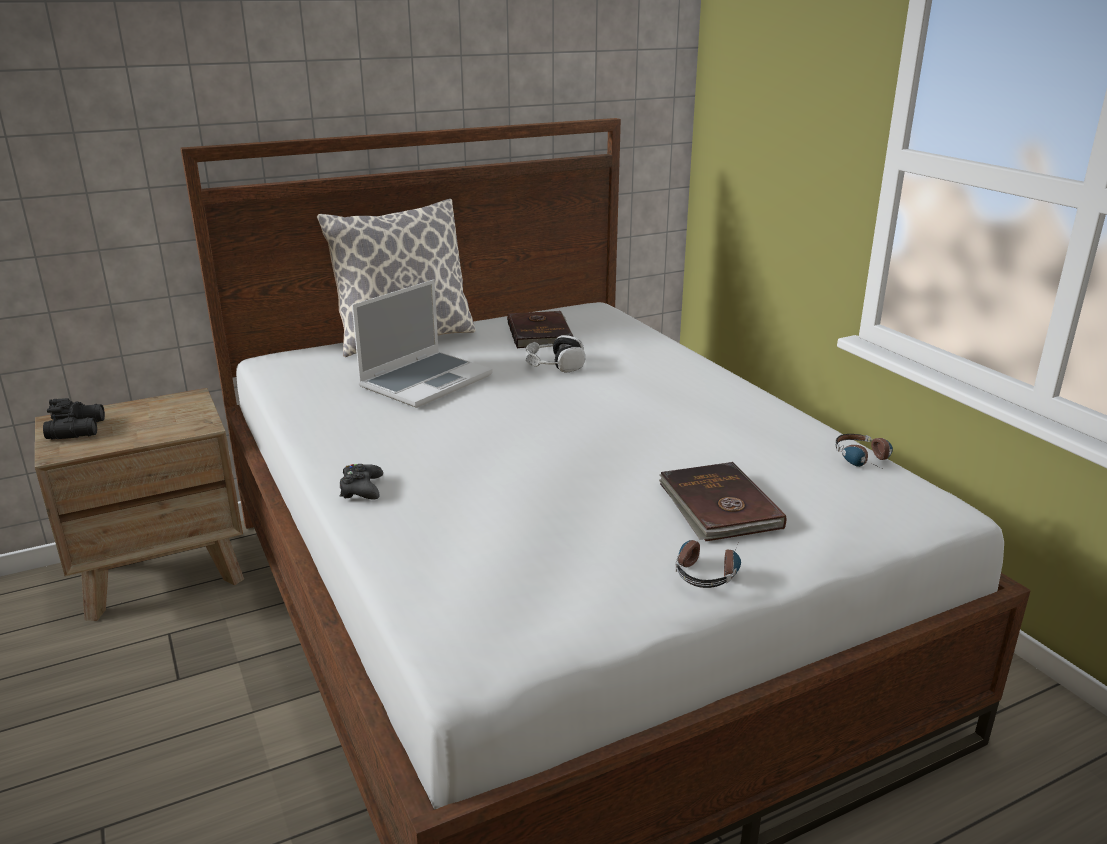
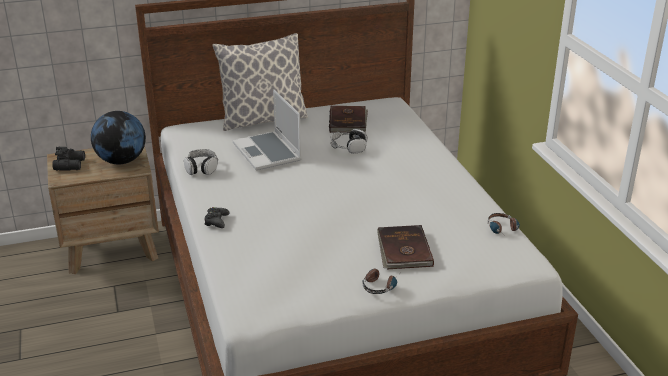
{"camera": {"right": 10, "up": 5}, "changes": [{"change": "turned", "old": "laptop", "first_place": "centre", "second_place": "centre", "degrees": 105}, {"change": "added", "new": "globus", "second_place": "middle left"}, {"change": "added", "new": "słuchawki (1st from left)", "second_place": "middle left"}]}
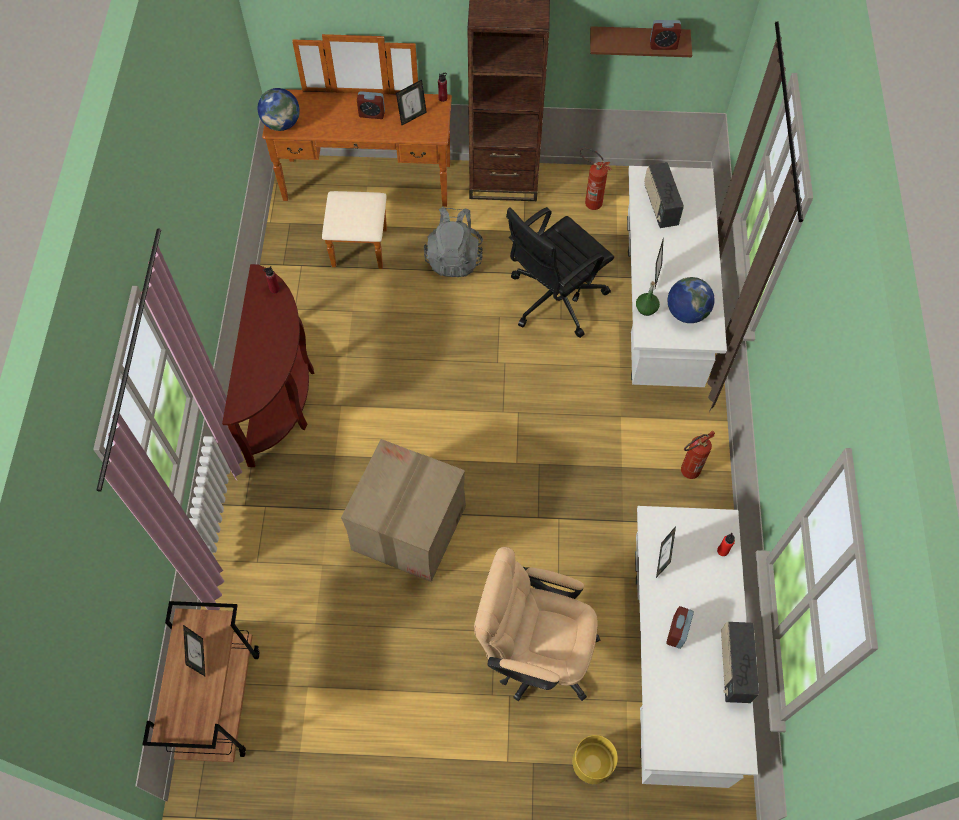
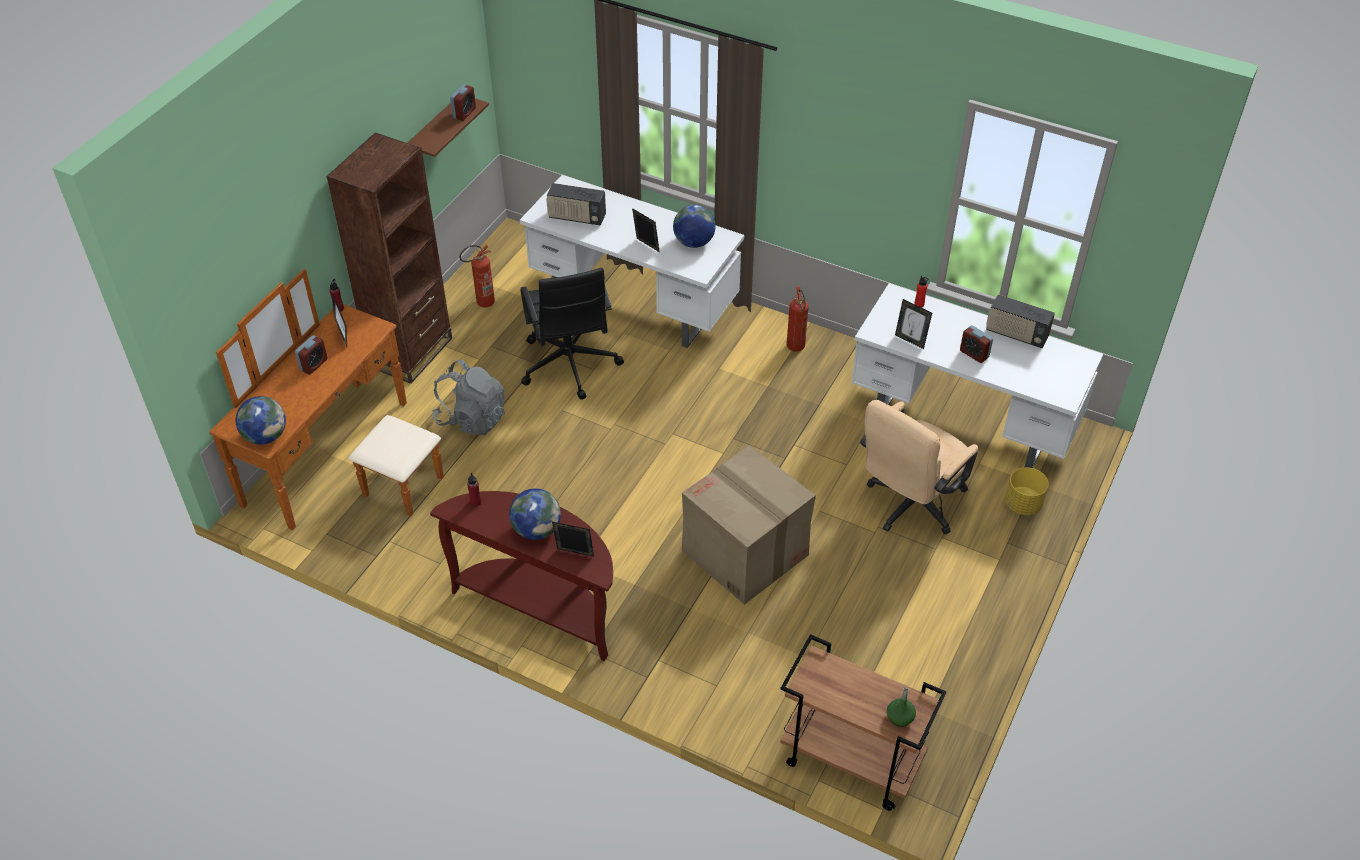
{"camera": {"right": -65, "up": -15}, "changes": [{"change": "moved", "old": "ramka na zdjęcie (1st from left in the first image)", "new": "ramka na zdjęcie (2nd from left)", "first_place": "bottom left", "second_place": "centre"}, {"change": "moved", "old": "butelka/zielony", "first_place": "middle right", "second_place": "bottom centre"}, {"change": "added", "new": "globus (2nd from left)", "second_place": "centre"}]}
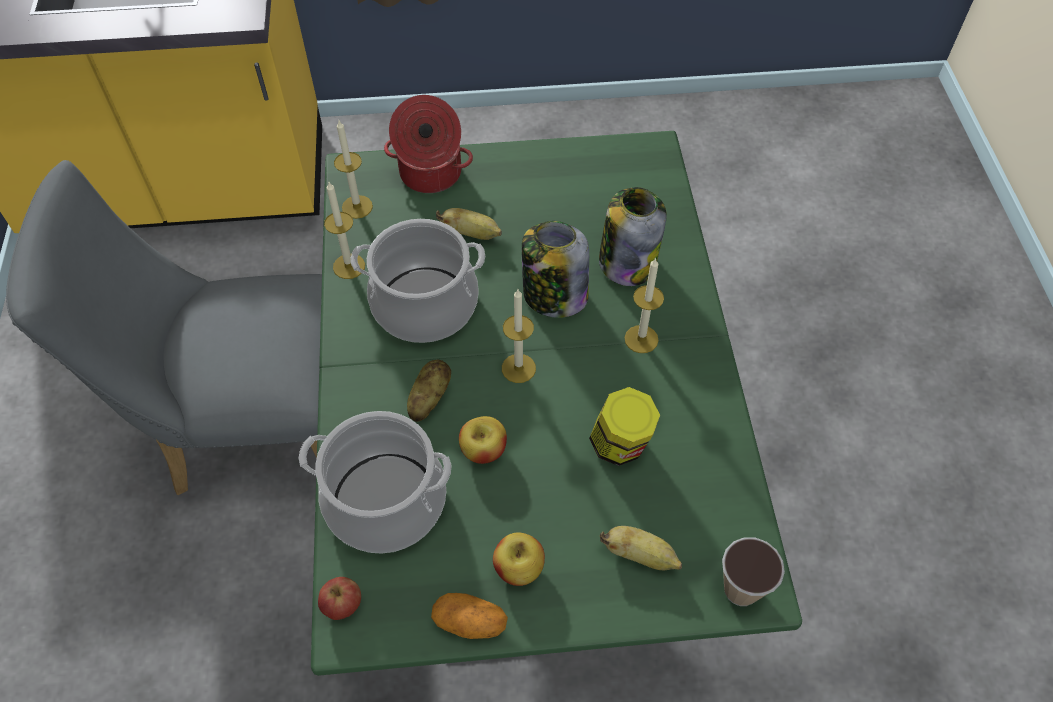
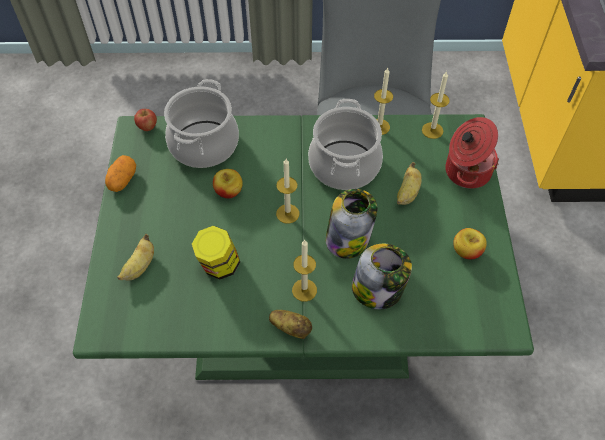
{"camera": {"right": 95, "up": 0}, "changes": [{"change": "moved", "old": "ziemniak (1st from left in the first image)", "new": "ziemniak (2nd from left)", "first_place": "centre", "second_place": "bottom centre"}, {"change": "moved", "old": "jabłko (3rd from left)", "first_place": "bottom centre", "second_place": "middle right"}, {"change": "removed", "old": "filiżanka", "first_place": "bottom right"}]}
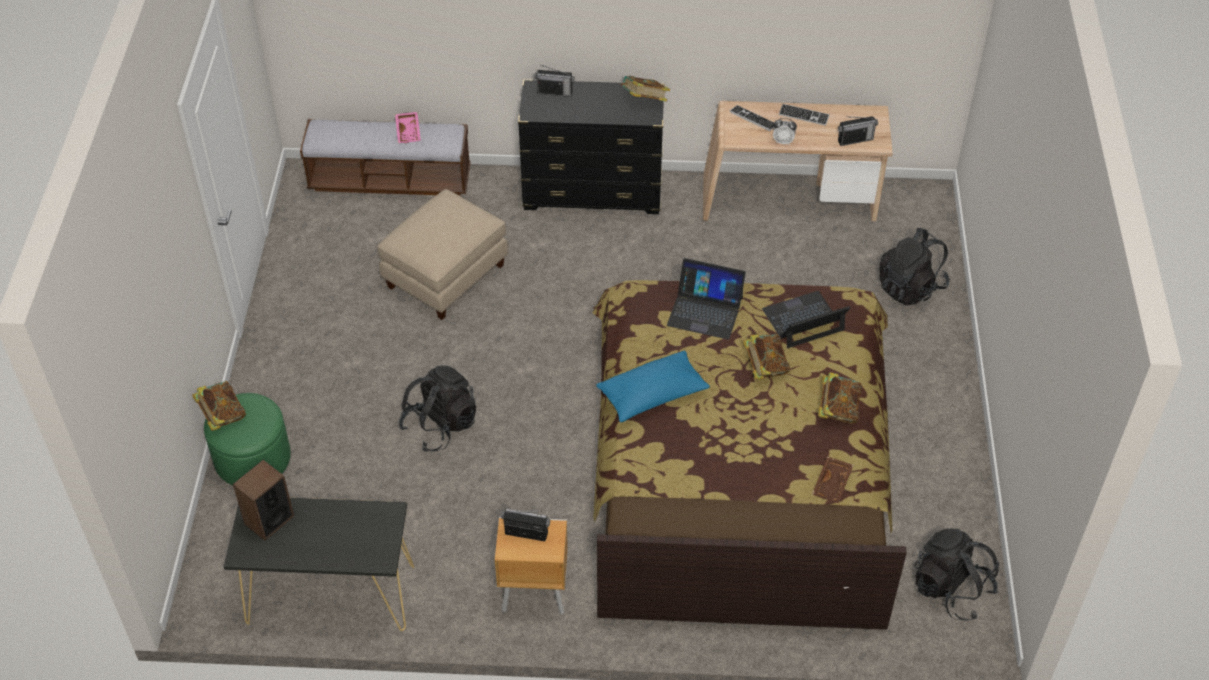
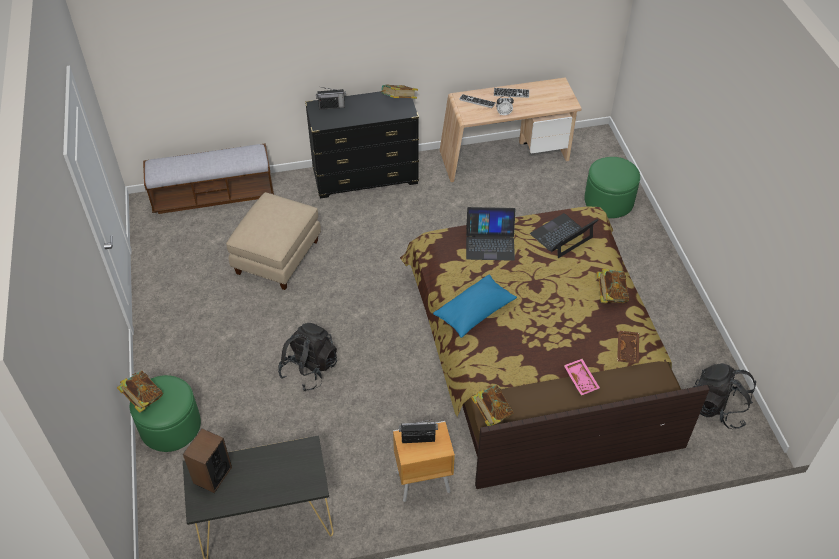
{"camera": {"right": -15, "up": 0}, "changes": [{"change": "moved", "old": "taca/różowy", "first_place": "top centre", "second_place": "bottom right"}, {"change": "moved", "old": "książka (3rd from left)", "first_place": "centre", "second_place": "bottom centre"}, {"change": "removed", "old": "radio (3rd from left)", "first_place": "top right"}, {"change": "replaced", "old": "plecak/czarny (2nd from left)", "new": "pufa/zielony (2nd from left)", "first_place": "middle right", "second_place": "middle right"}]}
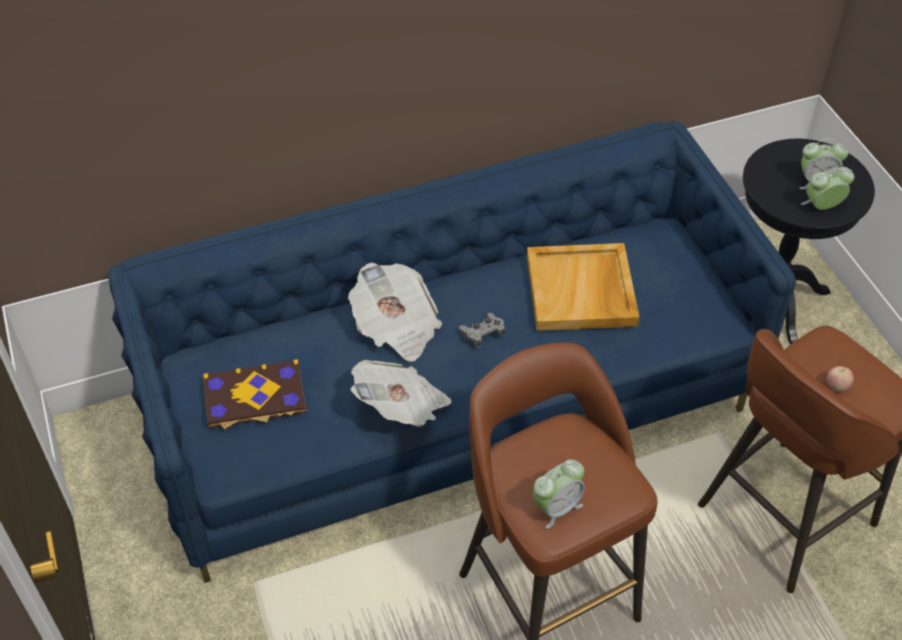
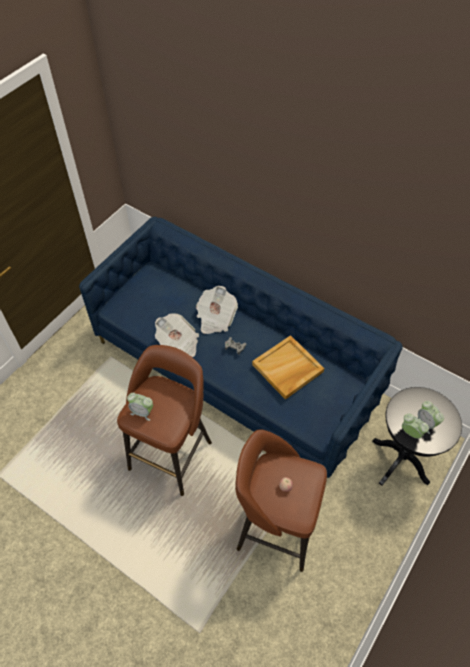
{"camera": {"right": 55, "up": 5}, "changes": [{"change": "removed", "old": "książka", "first_place": "middle left"}]}
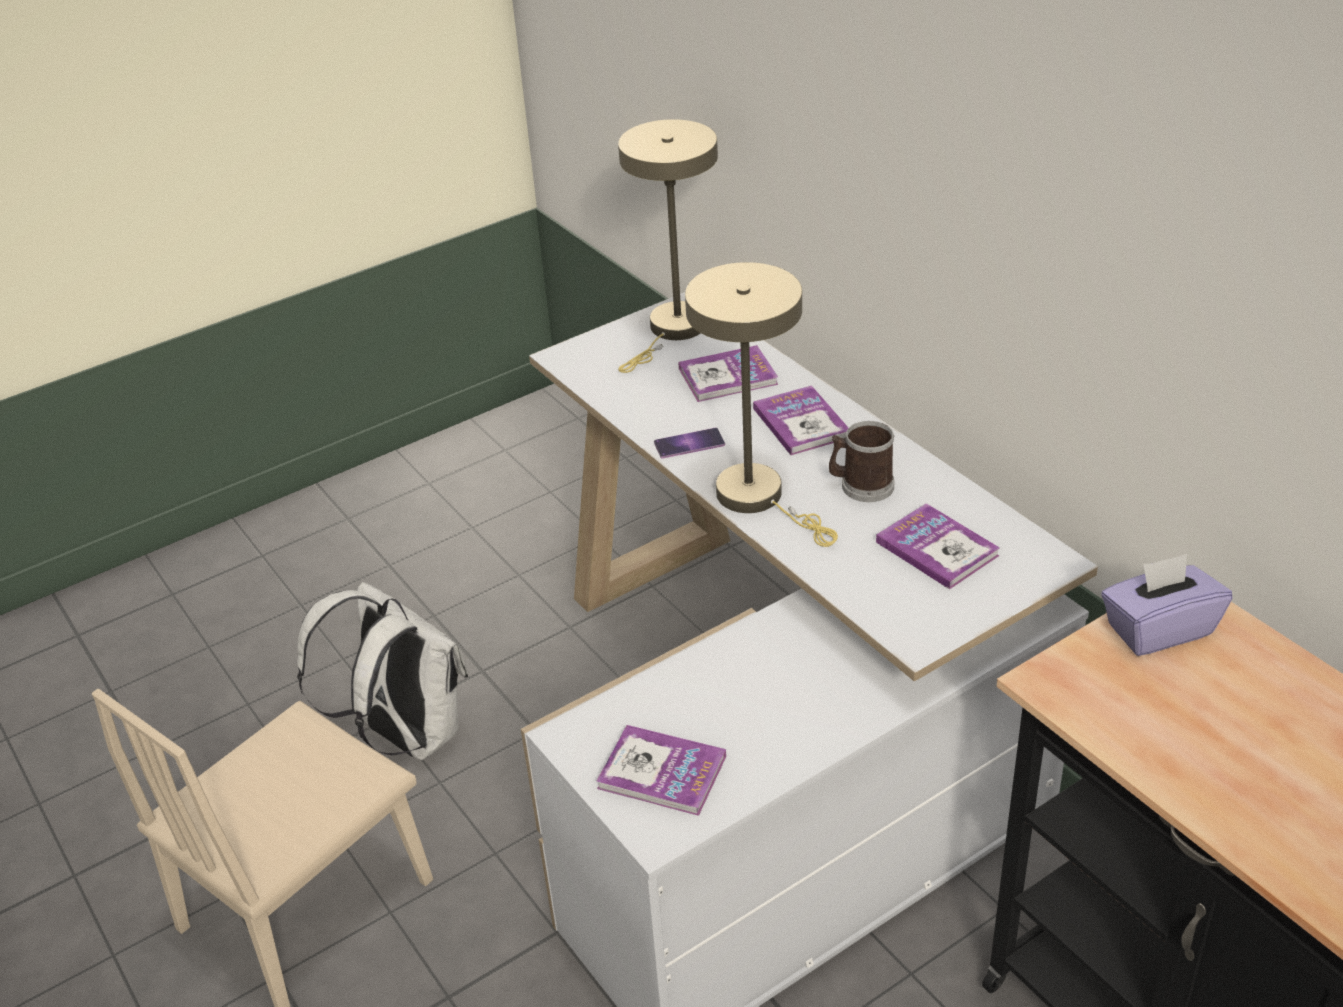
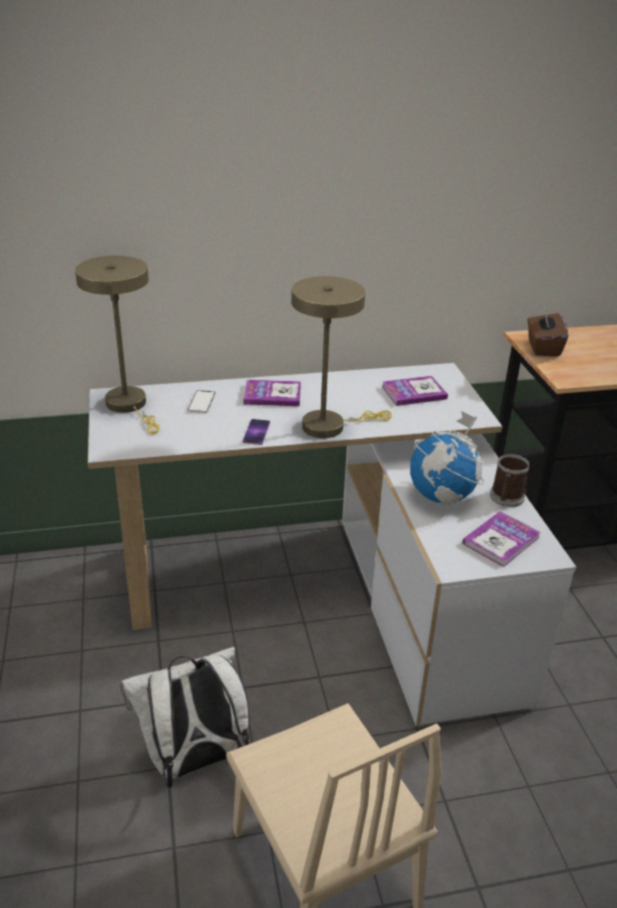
{"camera": {"right": -70, "up": -5}, "changes": [{"change": "replaced", "old": "książka (2nd from left)", "new": "telefon (1st from left)", "first_place": "centre", "second_place": "middle left"}, {"change": "moved", "old": "kubek", "first_place": "centre", "second_place": "middle right"}, {"change": "recoloured", "old": "pudełko chusteczek/fioletowy", "new": "pudełko chusteczek/brązowy", "first_place": "middle right", "second_place": "middle right"}, {"change": "added", "new": "globus", "second_place": "middle right"}]}
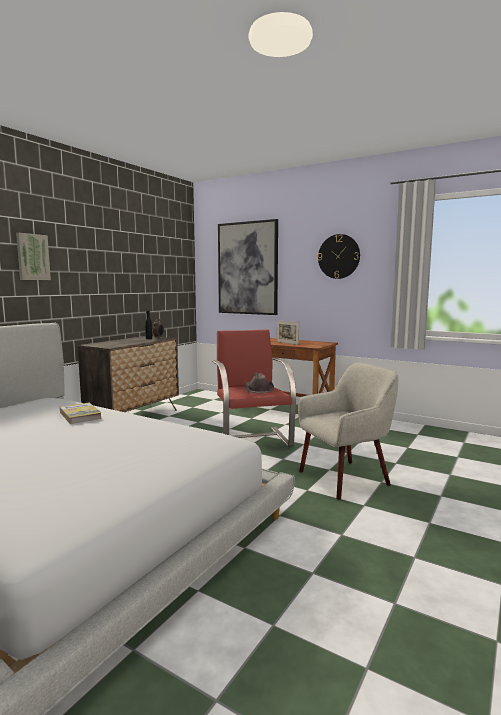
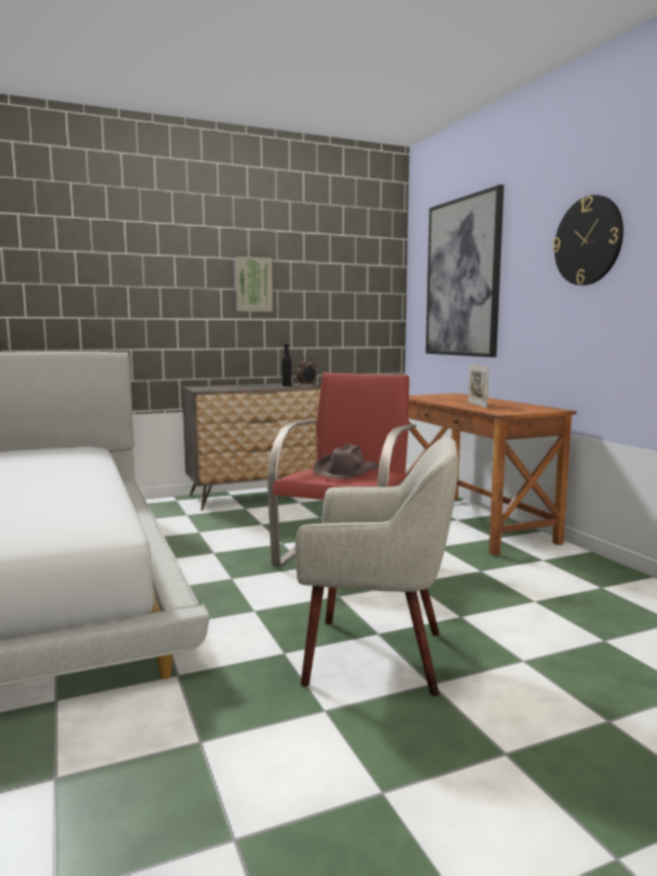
{"camera": {"right": 35, "up": 0}, "changes": [{"change": "moved", "old": "obraz (1st from left)", "first_place": "middle left", "second_place": "top centre"}, {"change": "removed", "old": "książka", "first_place": "middle left"}]}
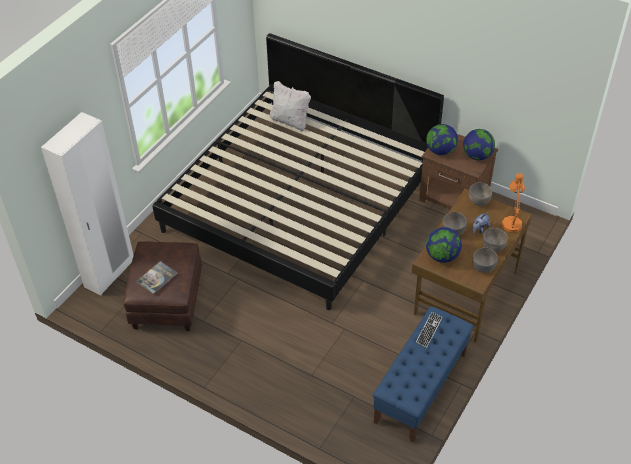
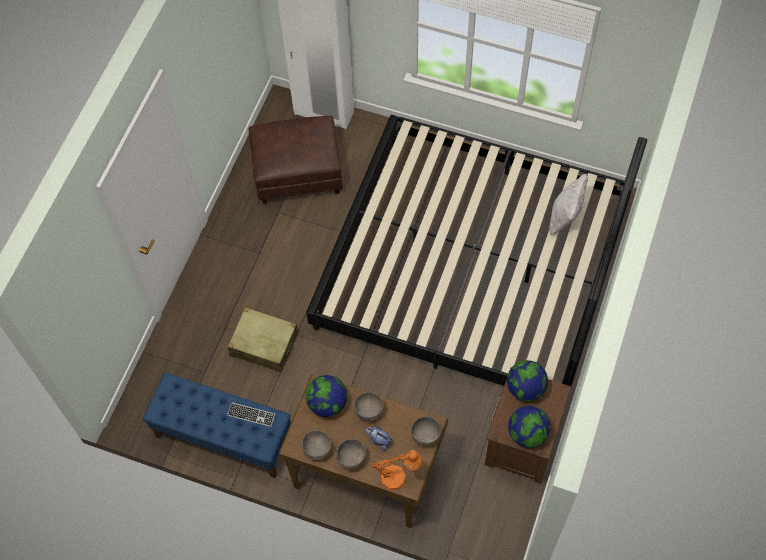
{"camera": {"right": 80, "up": 15}, "changes": [{"change": "removed", "old": "książka", "first_place": "middle left"}, {"change": "added", "new": "walizka/beżowy", "second_place": "centre"}]}
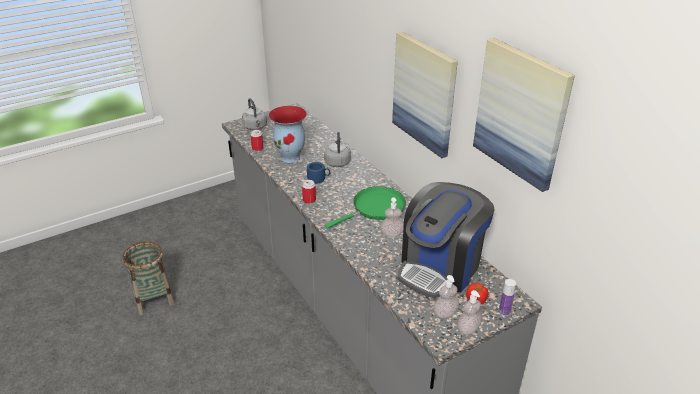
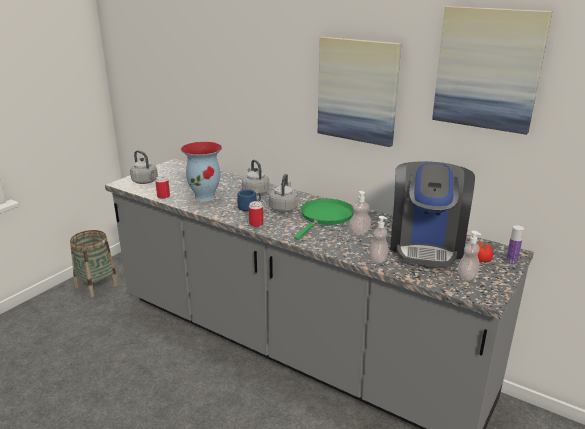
{"camera": {"right": -25, "up": -10}, "changes": [{"change": "moved", "old": "koszyk", "first_place": "bottom left", "second_place": "middle left"}, {"change": "moved", "old": "dozownik mydła (3rd from left in the first image)", "new": "dozownik mydła (2nd from left)", "first_place": "bottom right", "second_place": "centre"}, {"change": "added", "new": "czajnik/szary (3rd from left)", "second_place": "centre"}]}
